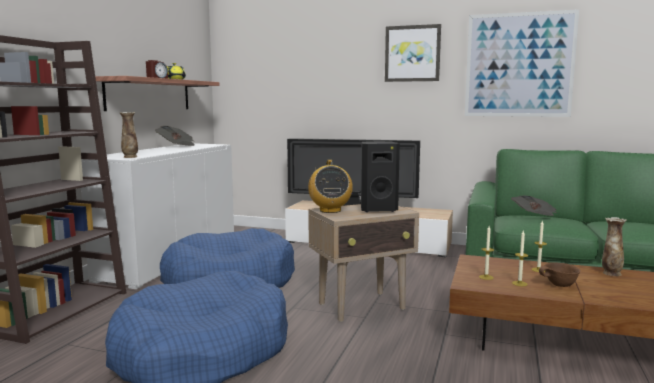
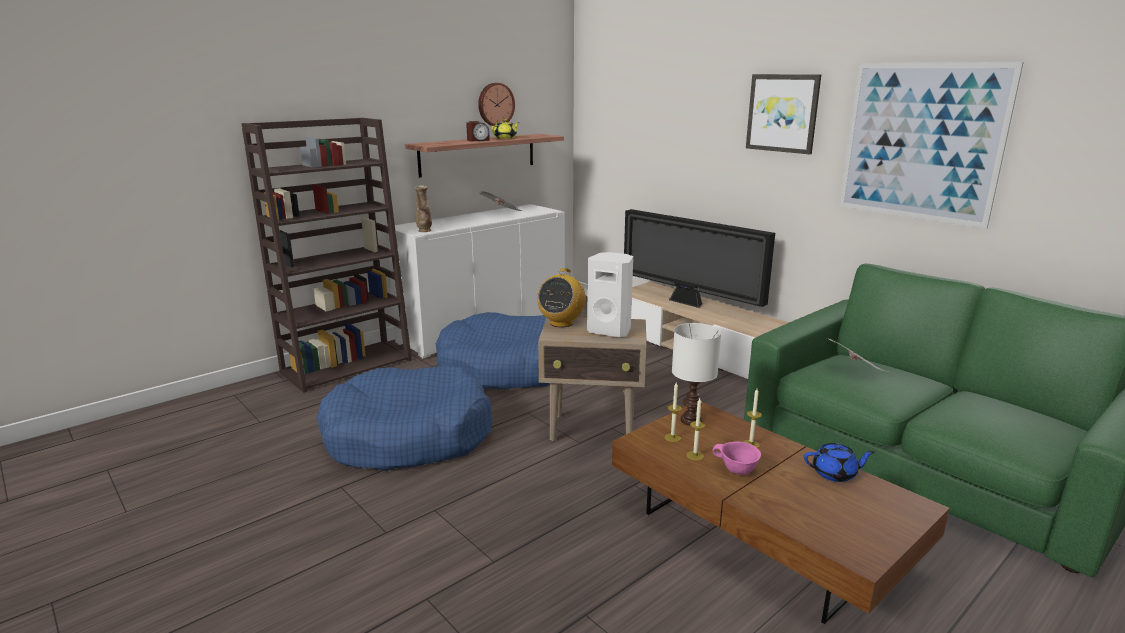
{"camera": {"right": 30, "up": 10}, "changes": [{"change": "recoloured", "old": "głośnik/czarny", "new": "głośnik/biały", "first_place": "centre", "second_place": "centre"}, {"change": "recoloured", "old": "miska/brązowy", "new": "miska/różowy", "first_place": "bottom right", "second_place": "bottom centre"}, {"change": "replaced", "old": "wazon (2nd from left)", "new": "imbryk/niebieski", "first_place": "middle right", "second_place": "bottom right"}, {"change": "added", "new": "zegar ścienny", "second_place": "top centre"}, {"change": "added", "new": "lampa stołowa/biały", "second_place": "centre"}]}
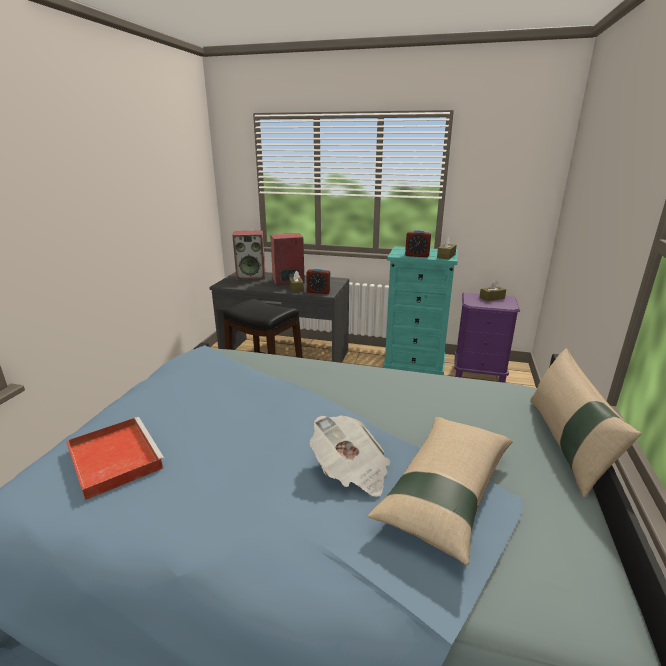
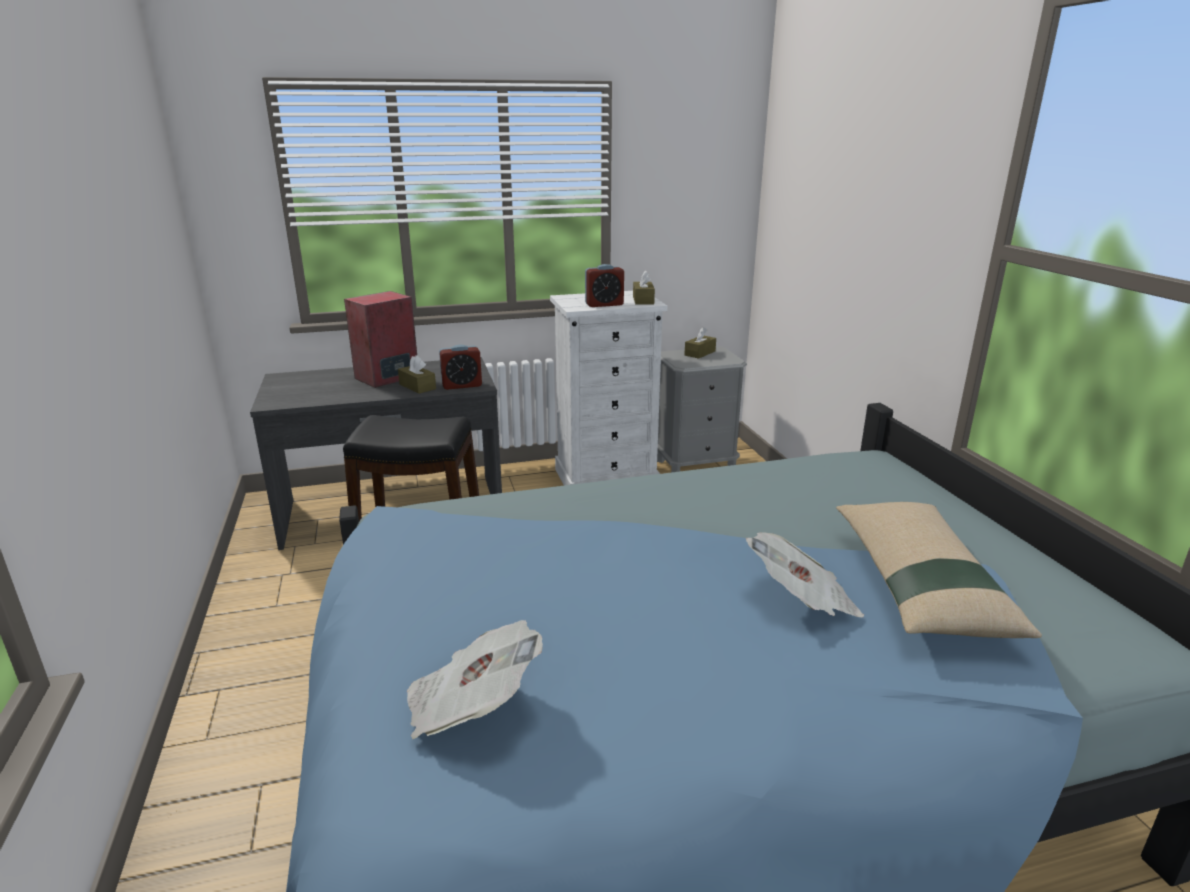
{"camera": {"right": -30, "up": 0}, "changes": [{"change": "replaced", "old": "taca/czerwony", "new": "gazeta (1st from left)", "first_place": "bottom left", "second_place": "bottom centre"}, {"change": "removed", "old": "głośnik (1st from left)", "first_place": "centre"}, {"change": "recoloured", "old": "komoda/turkusowy", "new": "komoda/biały", "first_place": "centre", "second_place": "centre"}, {"change": "recoloured", "old": "szafka nocna/fioletowy", "new": "szafka nocna/szary", "first_place": "middle right", "second_place": "centre"}, {"change": "removed", "old": "poduszka/beżowy (2nd from left)", "first_place": "middle right"}]}
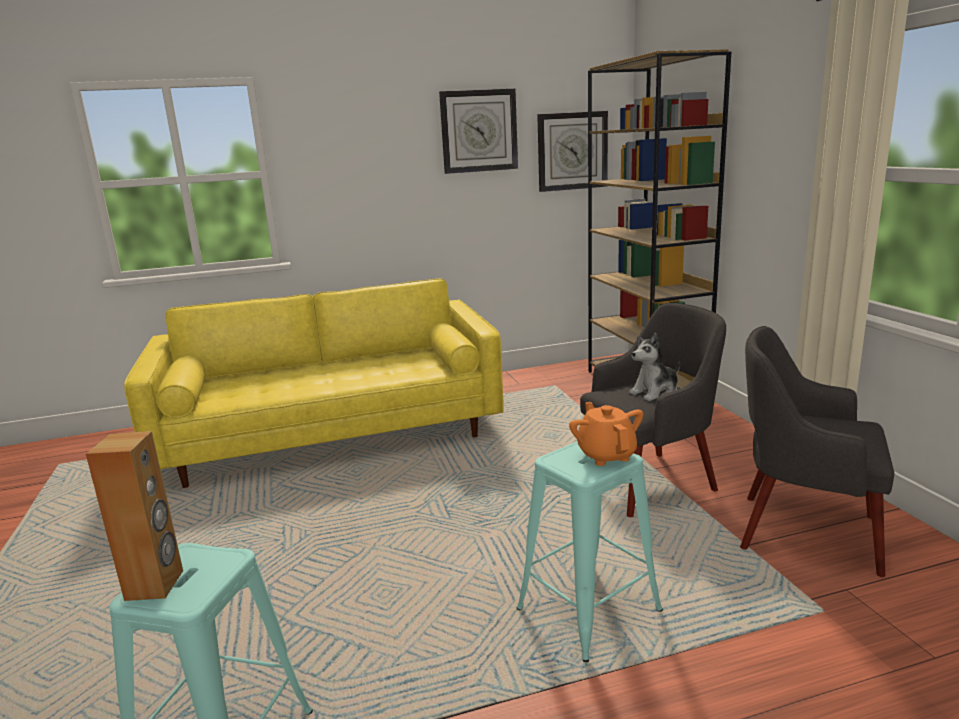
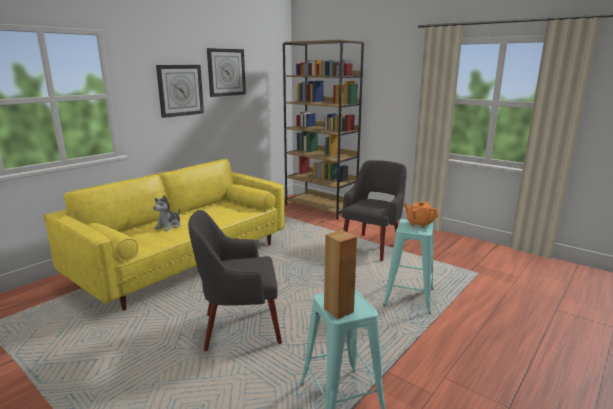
{"camera": {"right": -35, "up": 0}, "changes": [{"change": "moved", "old": "zegar ścienny (2nd from left in the first image)", "new": "zegar ścienny (1st from left)", "first_place": "top centre", "second_place": "top left"}, {"change": "moved", "old": "pluszak", "first_place": "middle right", "second_place": "middle left"}, {"change": "moved", "old": "fotel/szary (2nd from left in the first image)", "new": "fotel/szary (1st from left)", "first_place": "middle right", "second_place": "bottom centre"}]}
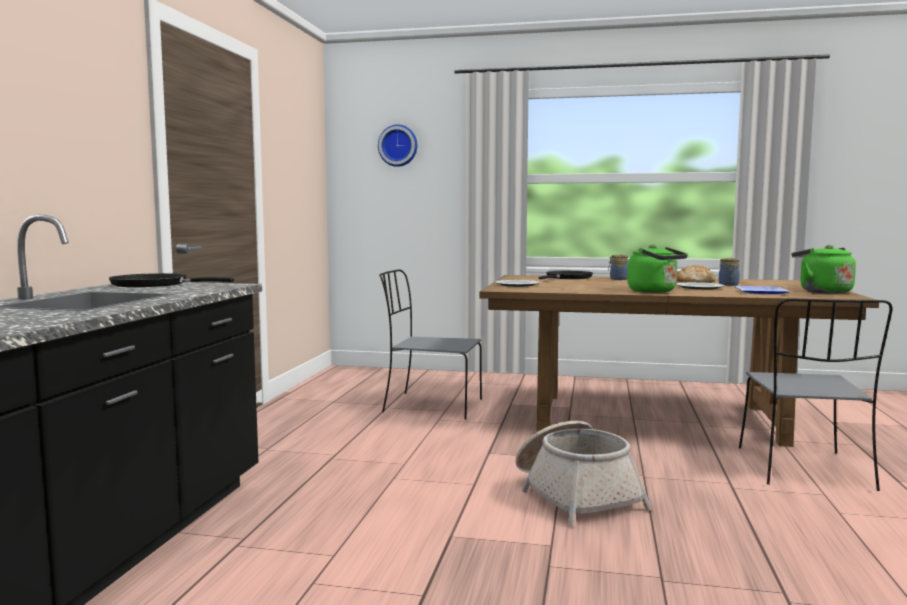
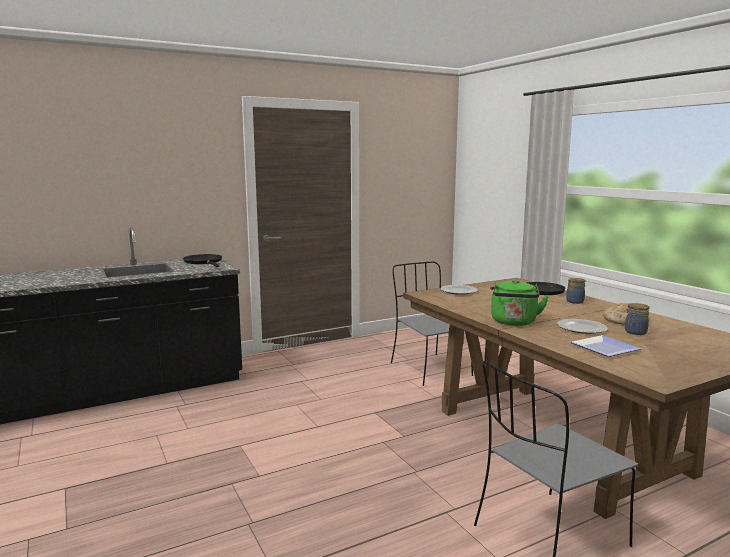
{"camera": {"right": 50, "up": 5}, "changes": [{"change": "removed", "old": "zegar ścienny", "first_place": "top centre"}, {"change": "removed", "old": "koszyk", "first_place": "bottom centre"}, {"change": "removed", "old": "czajnik/zielony (2nd from left)", "first_place": "middle right"}]}
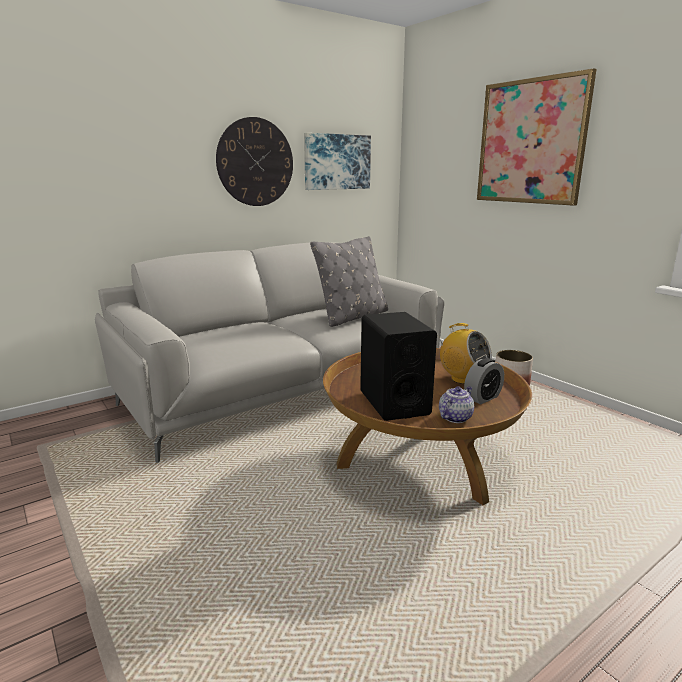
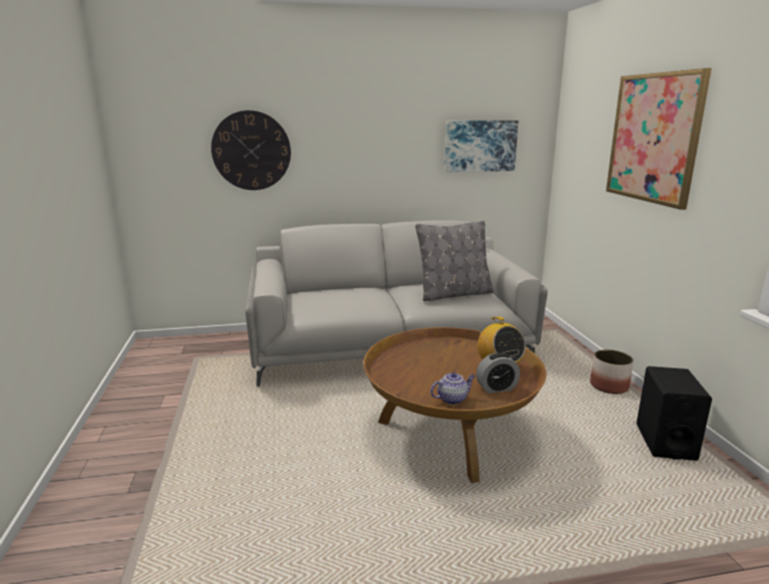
{"camera": {"right": 25, "up": 0}, "changes": [{"change": "moved", "old": "zegar ścienny", "first_place": "top centre", "second_place": "top left"}, {"change": "moved", "old": "głośnik/czarny", "first_place": "centre", "second_place": "bottom right"}]}
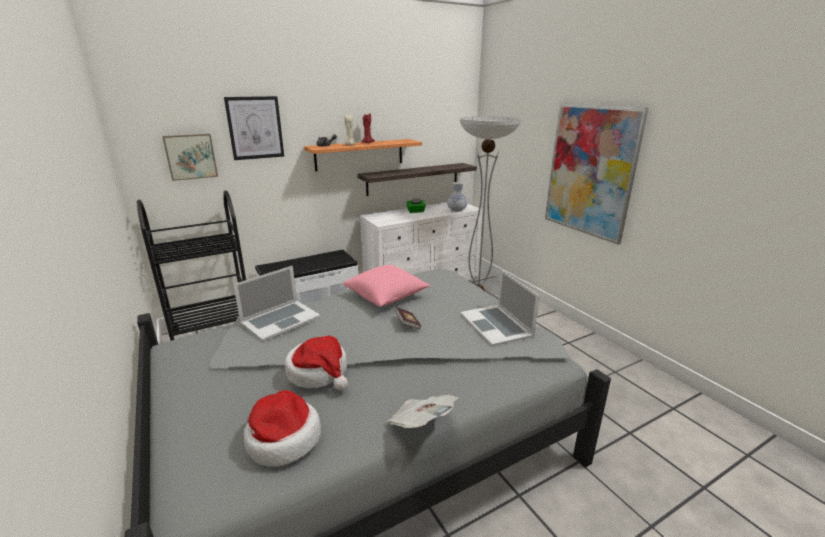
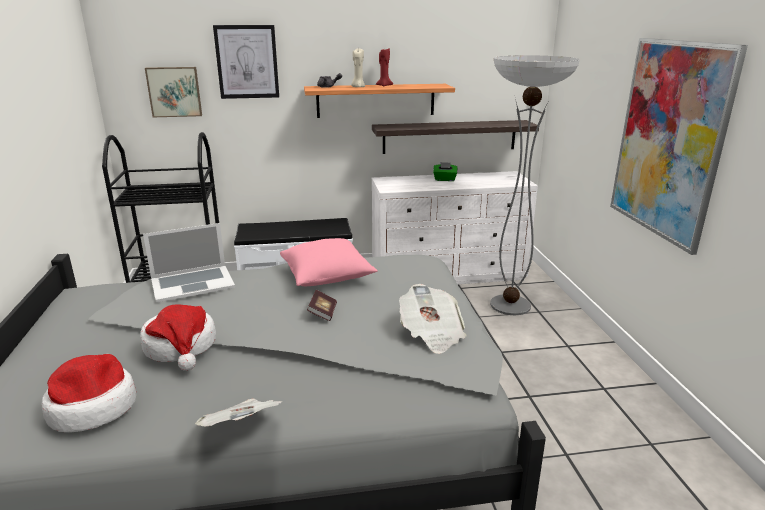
{"camera": {"right": 20, "up": 0}, "changes": [{"change": "removed", "old": "wazon", "first_place": "centre"}, {"change": "replaced", "old": "laptop (2nd from left)", "new": "gazeta (2nd from left)", "first_place": "centre", "second_place": "centre"}]}
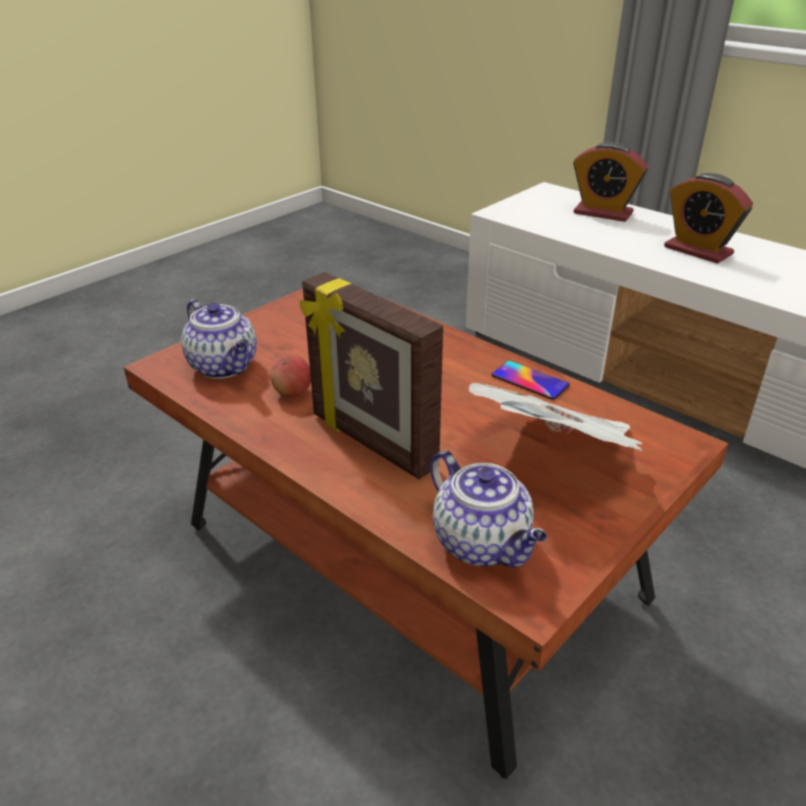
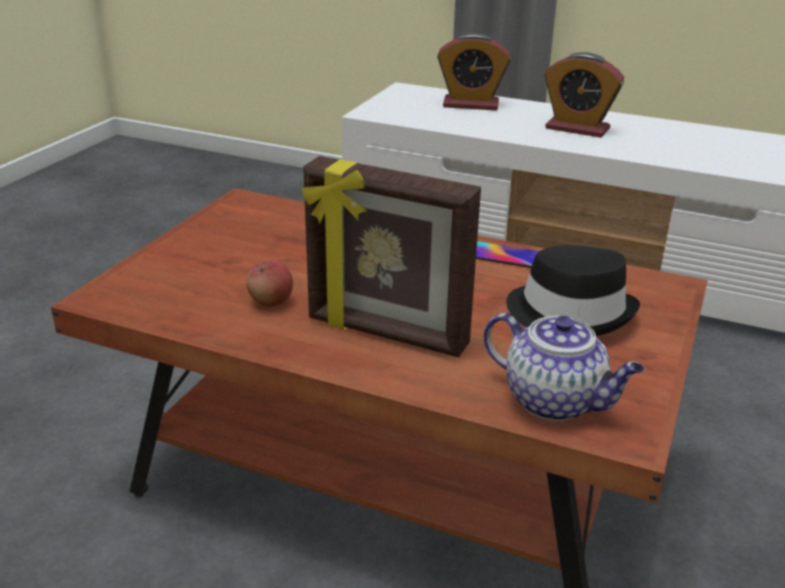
{"camera": {"right": -20, "up": -5}, "changes": [{"change": "removed", "old": "imbryk (1st from left)", "first_place": "middle left"}, {"change": "replaced", "old": "gazeta", "new": "kapelusz/czarny", "first_place": "middle right", "second_place": "middle right"}]}
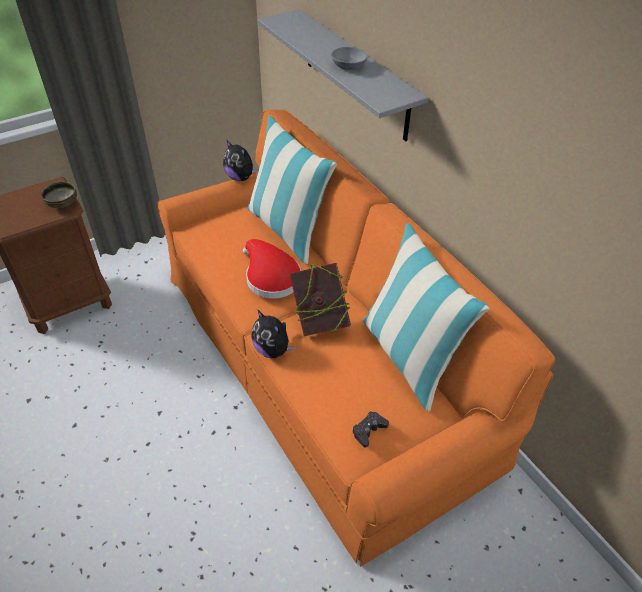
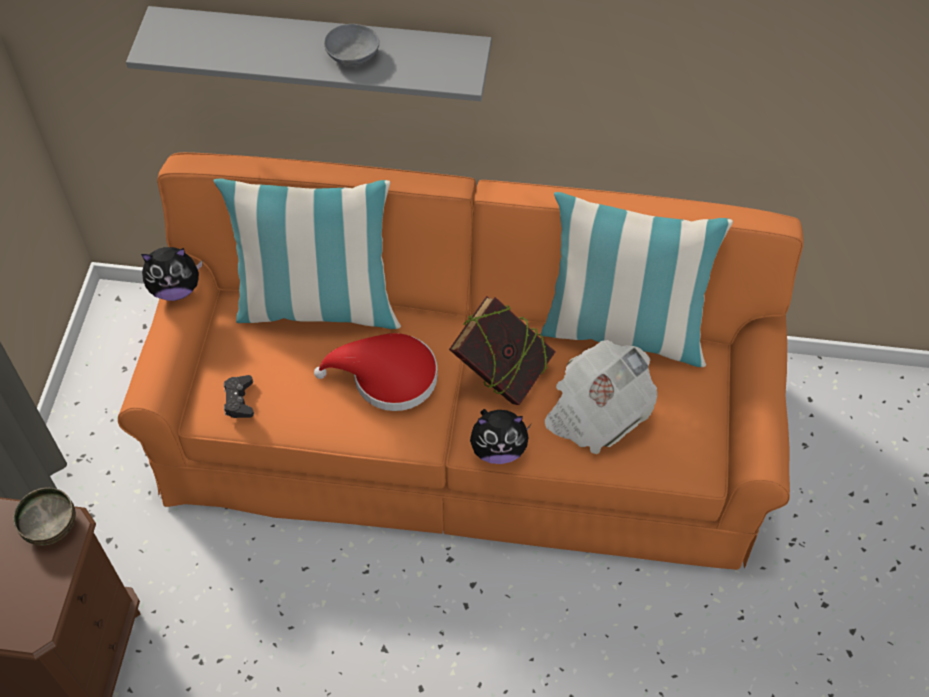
{"camera": {"right": -50, "up": 10}, "changes": [{"change": "moved", "old": "pad do gier/czarny", "first_place": "bottom centre", "second_place": "middle left"}, {"change": "added", "new": "gazeta", "second_place": "centre"}]}
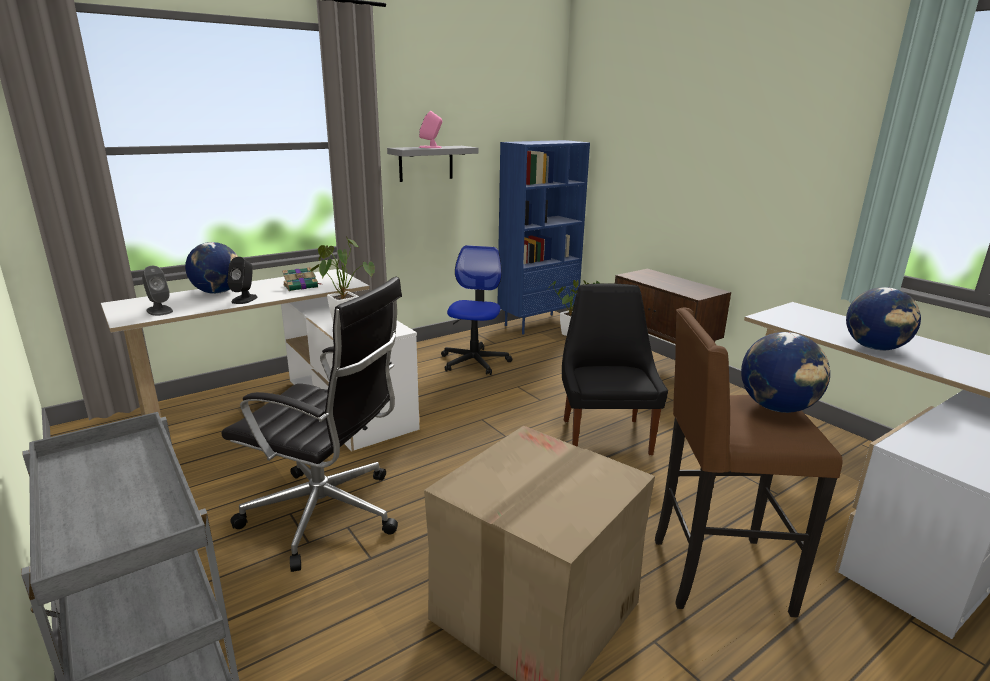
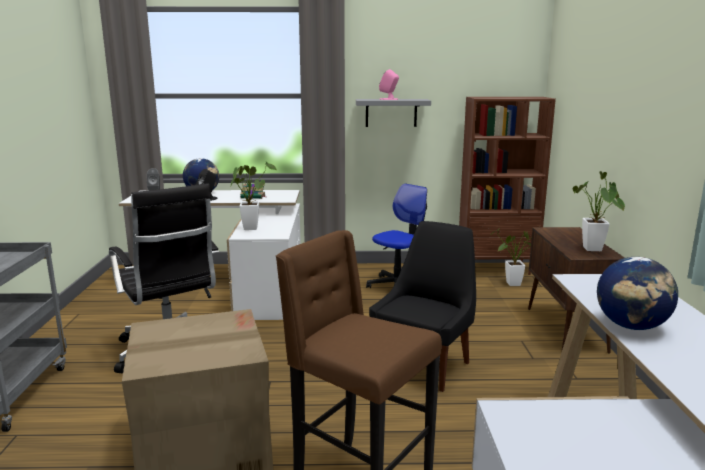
{"camera": {"right": 35, "up": -5}, "changes": [{"change": "recoloured", "old": "regał/niebieski", "new": "regał/brązowy", "first_place": "centre", "second_place": "middle right"}, {"change": "removed", "old": "globus (2nd from left)", "first_place": "middle right"}, {"change": "added", "new": "roślina doniczkowa (3rd from left)", "second_place": "middle right"}]}
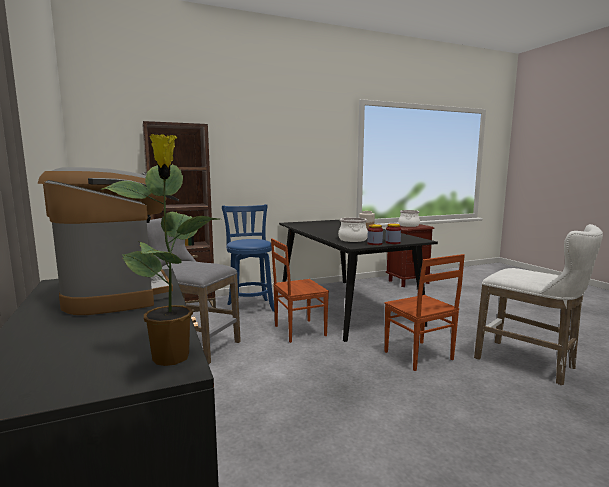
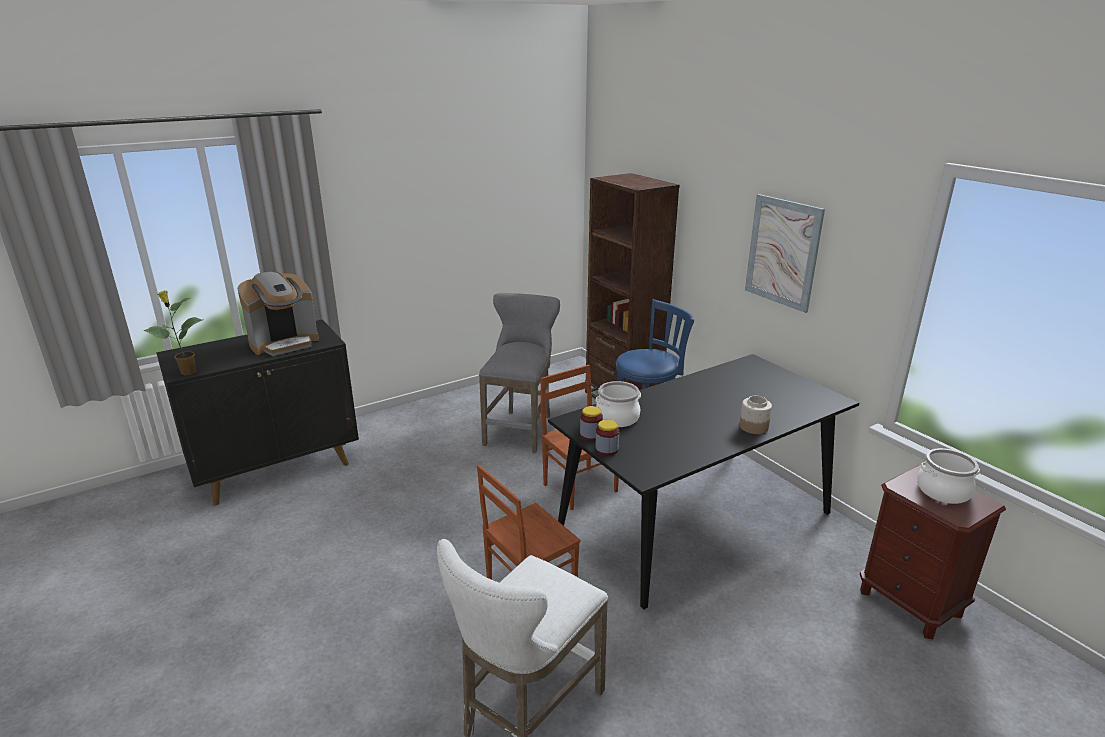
{"camera": {"right": 80, "up": 15}, "changes": [{"change": "added", "new": "obraz", "second_place": "middle right"}]}
